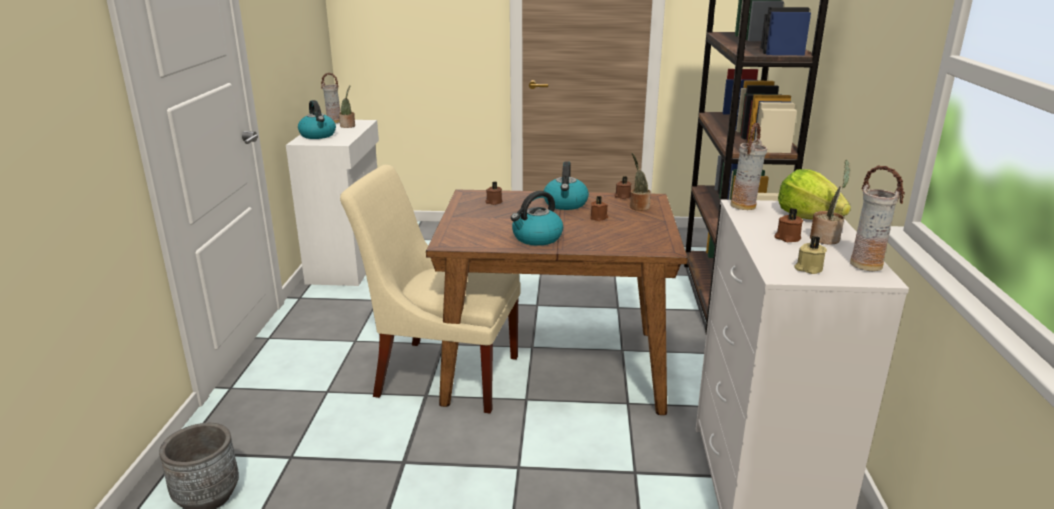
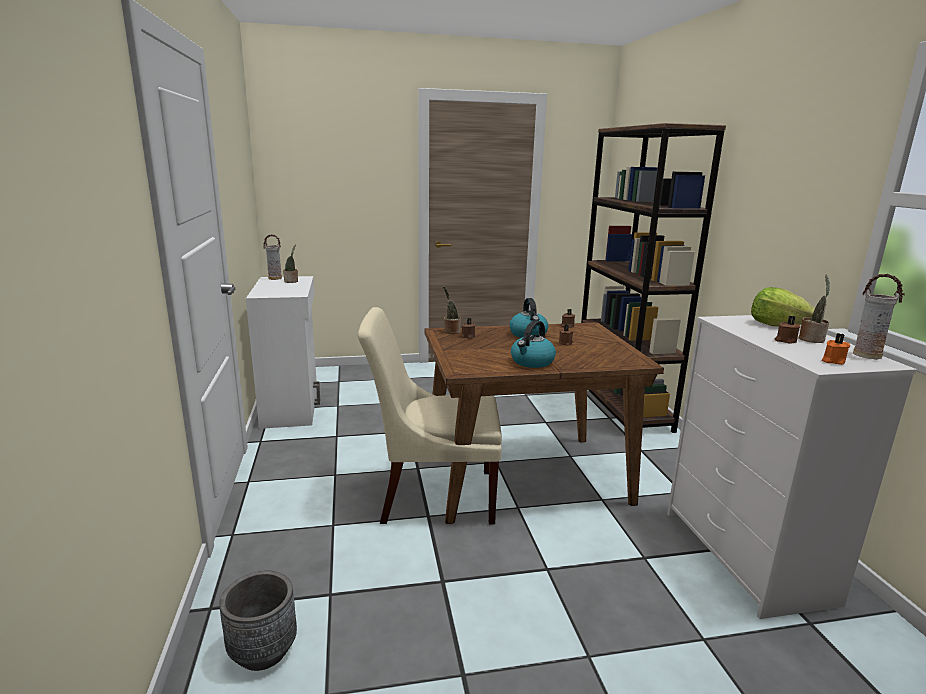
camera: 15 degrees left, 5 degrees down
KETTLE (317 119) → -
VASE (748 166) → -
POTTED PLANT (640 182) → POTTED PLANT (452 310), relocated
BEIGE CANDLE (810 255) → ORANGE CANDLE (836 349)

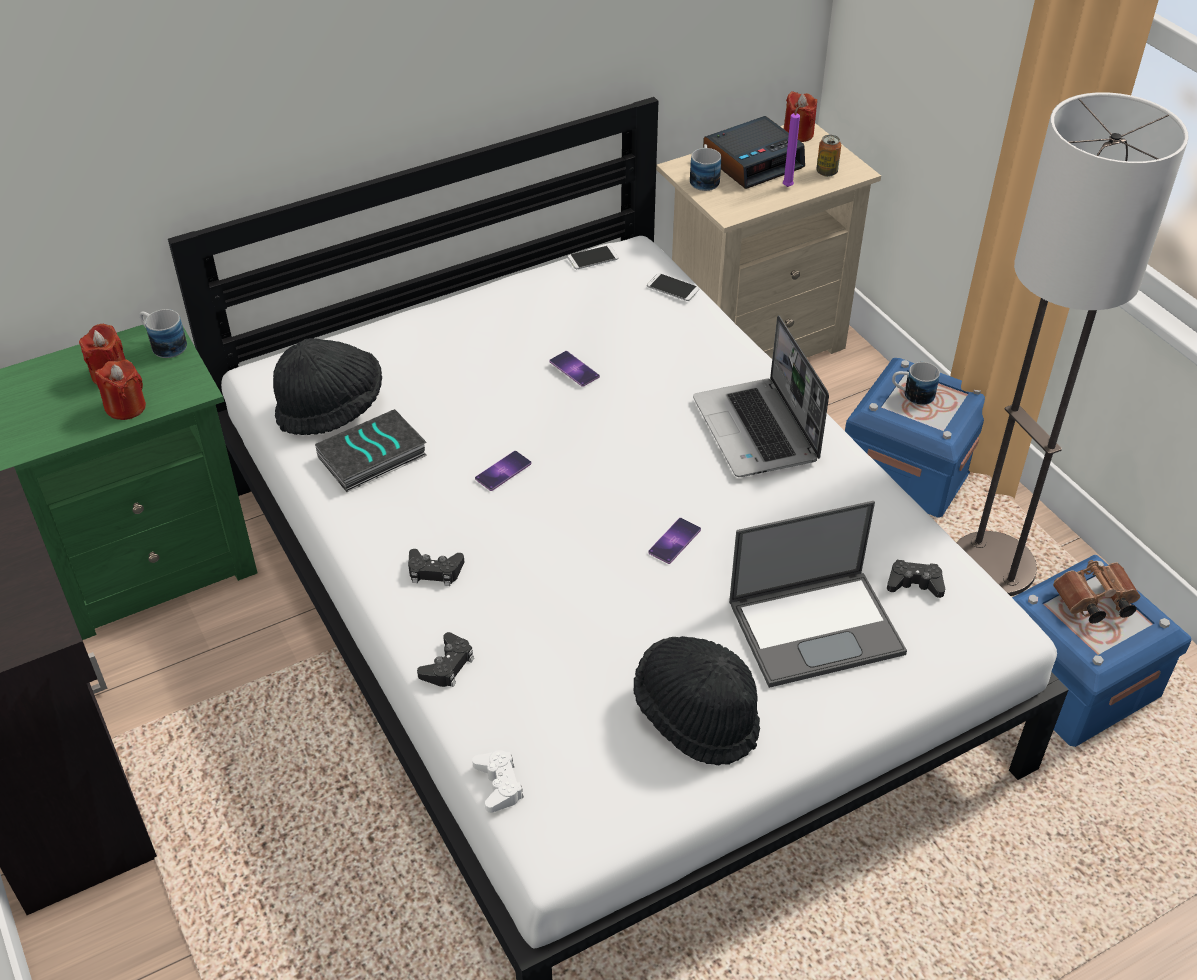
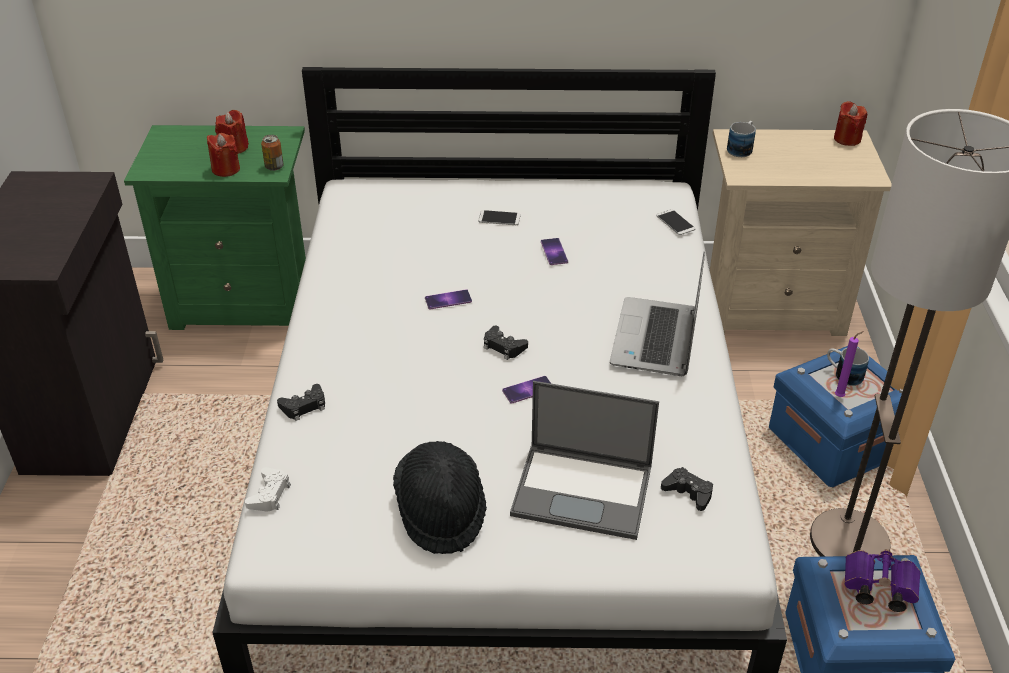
camera: 30 degrees right, 5 degrees down
PURPLE CANDLE (792 145) → PURPLE CANDLE (849 364), relocated
ALARM CLOCK (754 152) → -
CAN (828 156) → CAN (272 153), relocated
PHONE (593 257) → PHONE (499 217), relocated
MUG (163 333) → -
BLACK HAT (327 386) → -
BOOK (371 450) → -
BLACK GAME CONTROLLER (436 567) → BLACK GAME CONTROLLER (506 343), relocated
BROWN BINOCULARS (1096 591) → PURPLE BINOCULARS (882 580)

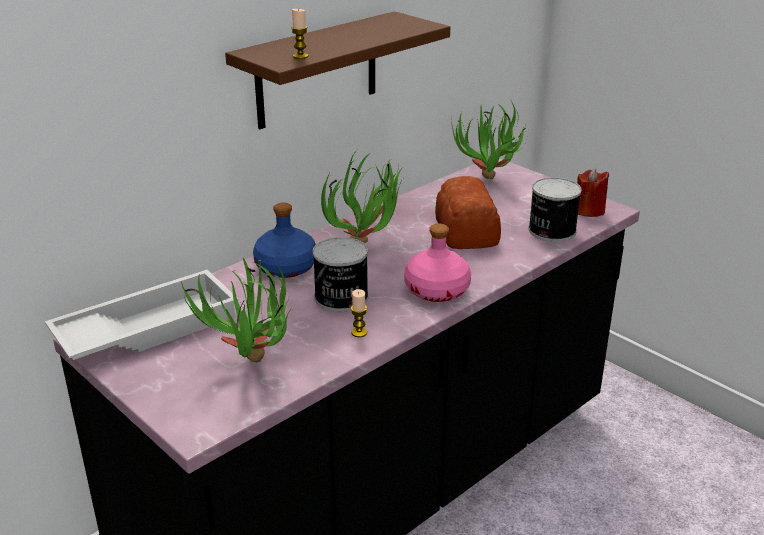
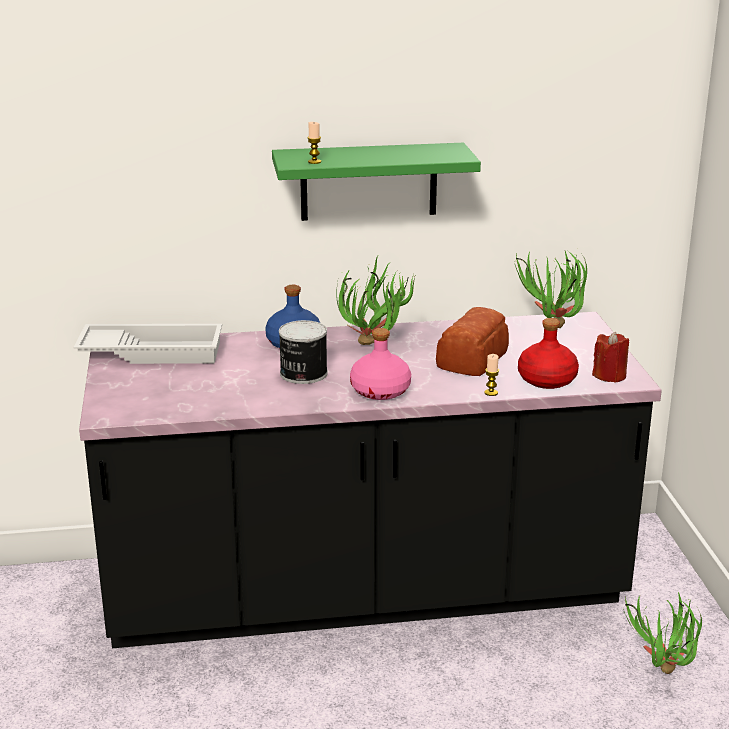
camera: 35 degrees right, 5 degrees down
BROWN SHELF (337 70) → GREEN SHELF (376 182)
CAN (555 209) → RED BOTTLE (548 353)
POTTED PLANT (237 309) → POTTED PLANT (662 633), relocated
CANDLE (359 313) → CANDLE (491 375), relocated

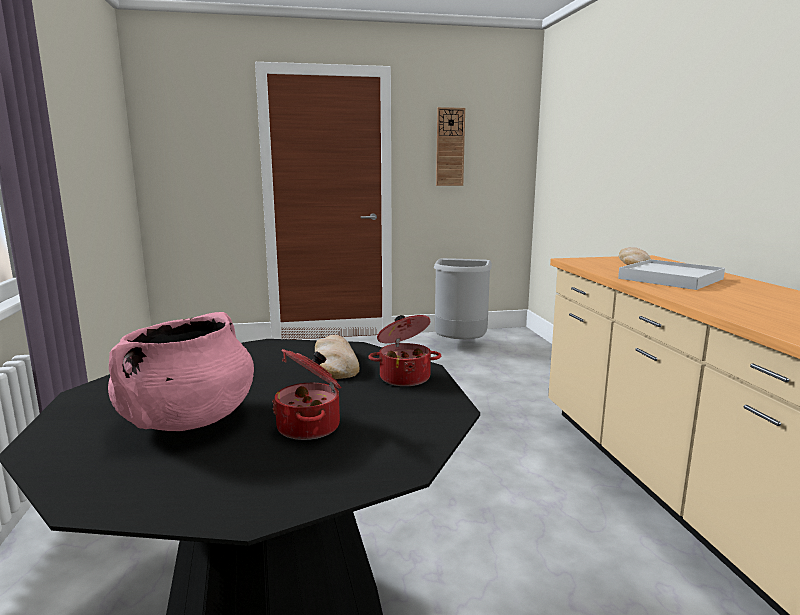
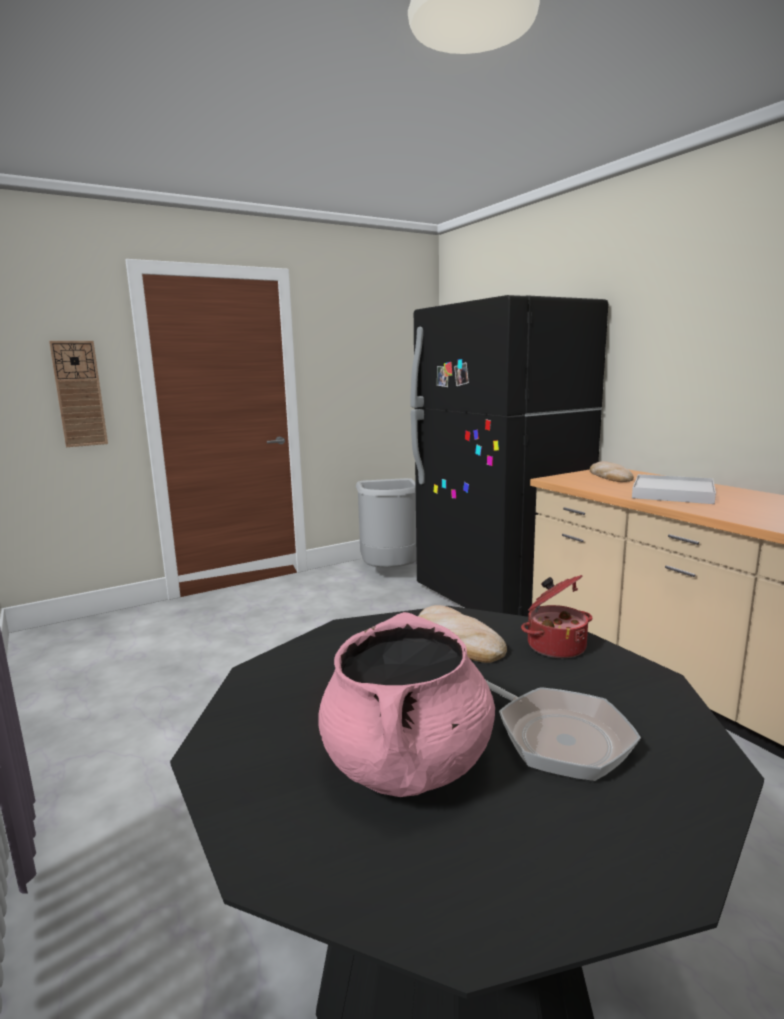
camera: 20 degrees left, 0 degrees up
WALL CLOCK (450 146) → WALL CLOCK (78 394), relocated
COOKING POT (306 394) → FRYING PAN (563 730)
- → BLACK FRIDGE (509 456)

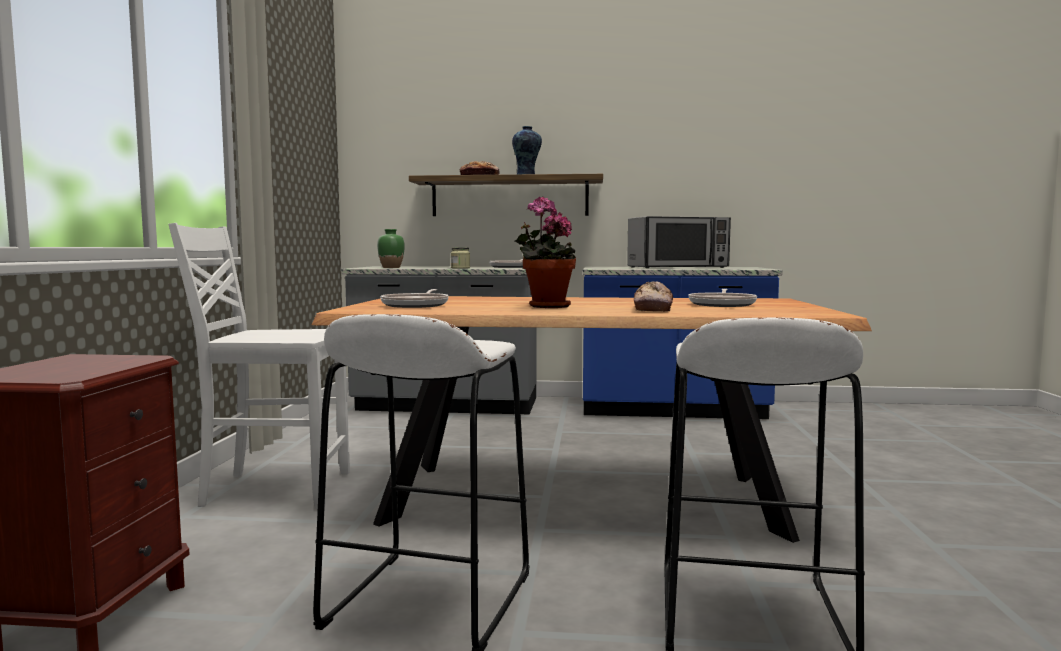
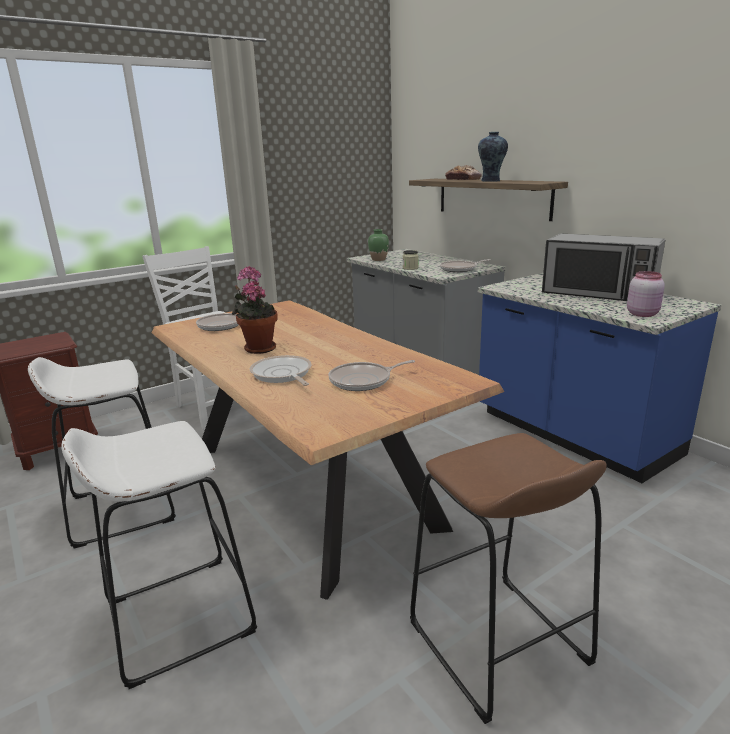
camera: 50 degrees right, 15 degrees up
BREAD (653 296) → FRYING PAN (280 370)
- → PINK JAR (646 294)
- → BROWN STOOL (508 578)

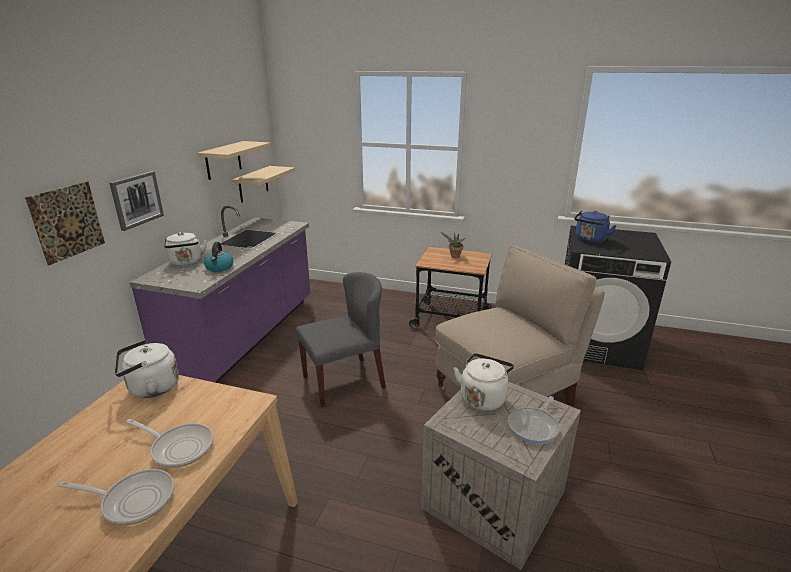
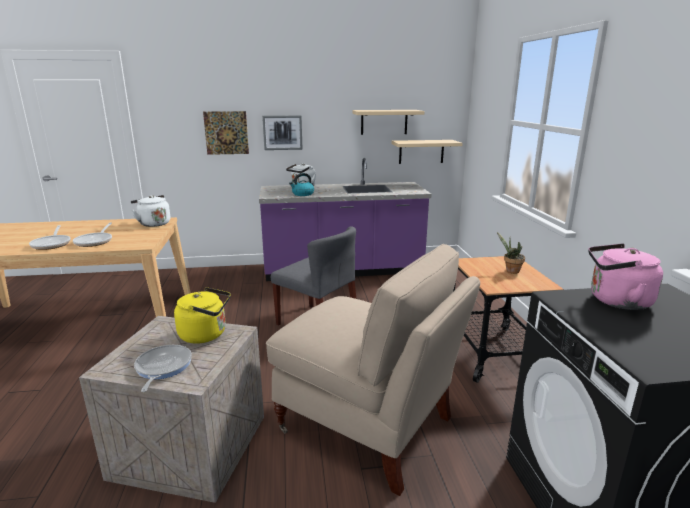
camera: 65 degrees right, 5 degrees down
BLUE KETTLE (595 227) → PINK KETTLE (626 276)
WHITE KETTLE (484 382) → YELLOW KETTLE (202 315)
FRYING PAN (533 420) → FRYING PAN (163 368), 75 degrees clockwise

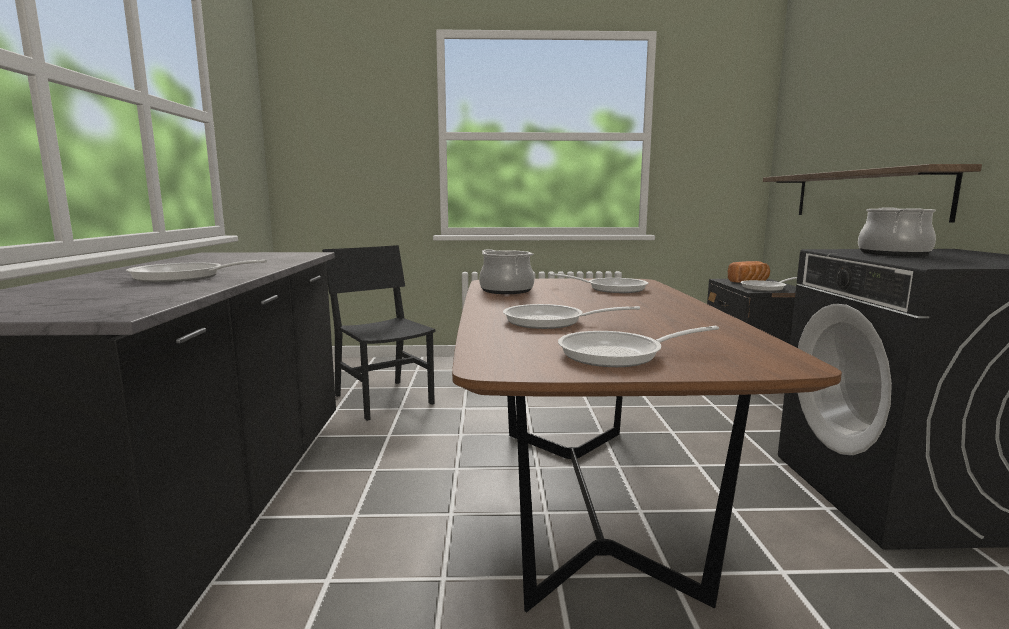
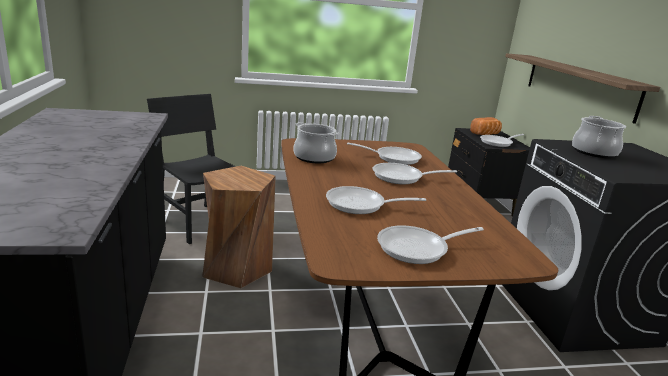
camera: 10 degrees left, 10 degrees up
FRYING PAN (196 271) → FRYING PAN (415 173), relocated
- → BROWN STOOL (239 227)

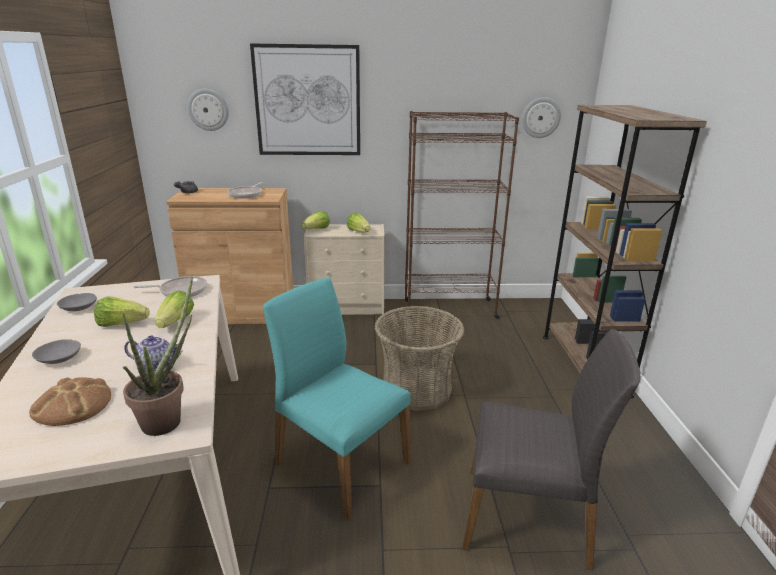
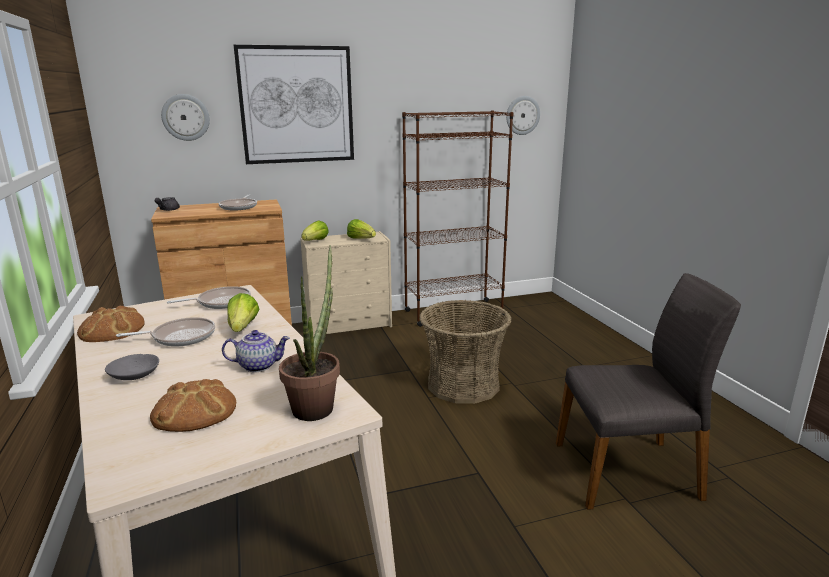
camera: 15 degrees left, 5 degrees down
BROWN BOOKCASE (625 251) → -
TURQUOISE CHAIR (337 399) → -
GREY BOWL (77 302) → BREAD (110 323)
LETTUCE (122 311) → FRYING PAN (165 332)

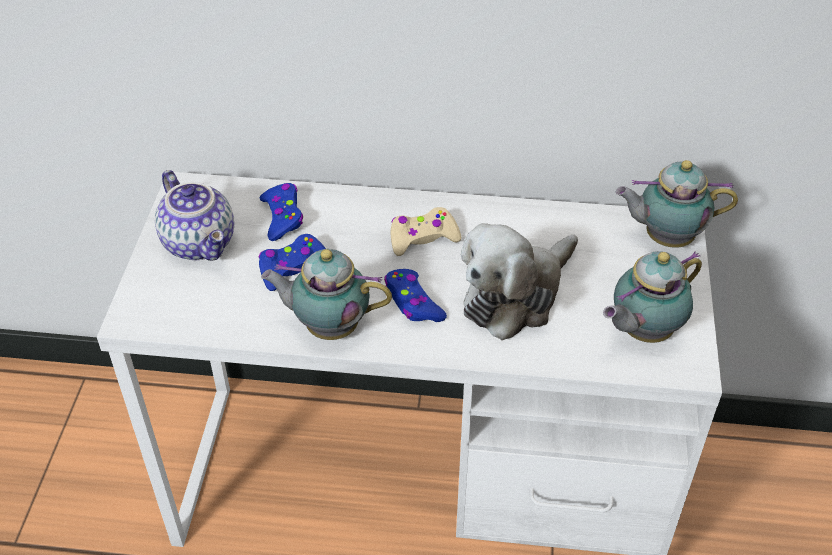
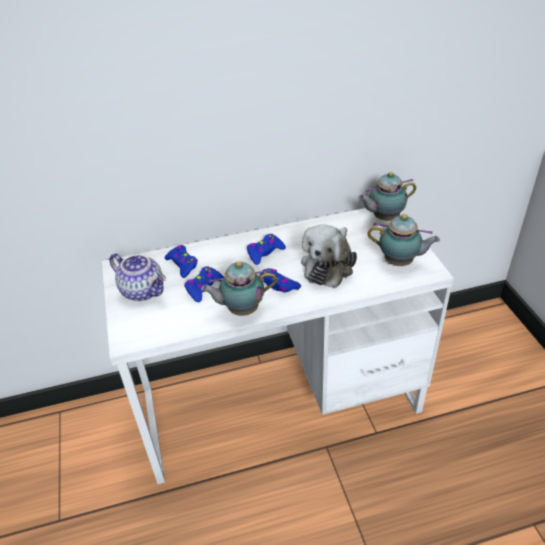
camera: 20 degrees left, 5 degrees down
BEIGE GAME CONTROLLER (426 231) → BLUE GAME CONTROLLER (266 249)
TEAPOT (652 297) → TEAPOT (404 240), 105 degrees counterclockwise

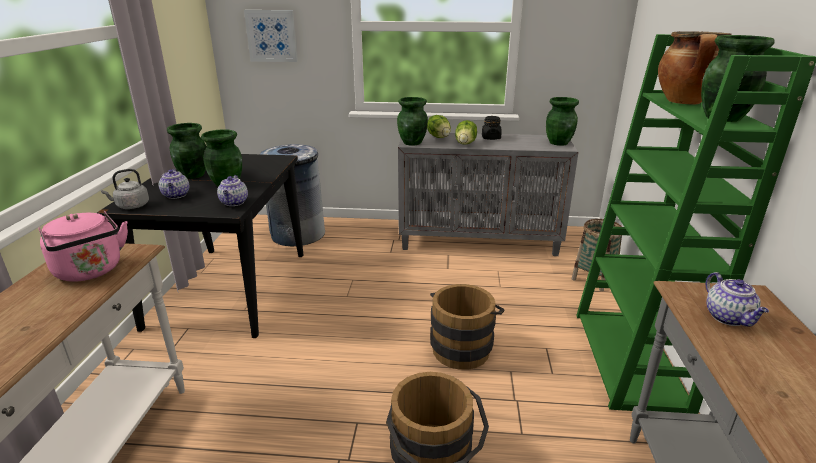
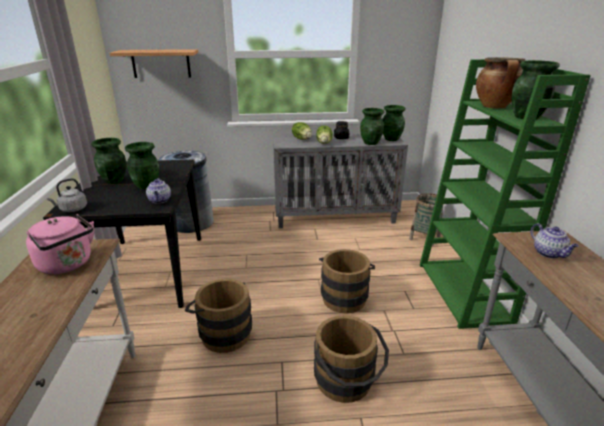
camera: 10 degrees left, 0 degrees up
PICTURE (271 36) → SHELF (153 63)
GREEN VASE (412 121) → GREEN VASE (372 126), relocated
TEAPOT (174 184) → -
- → BROWN BUCKET (218 316)

